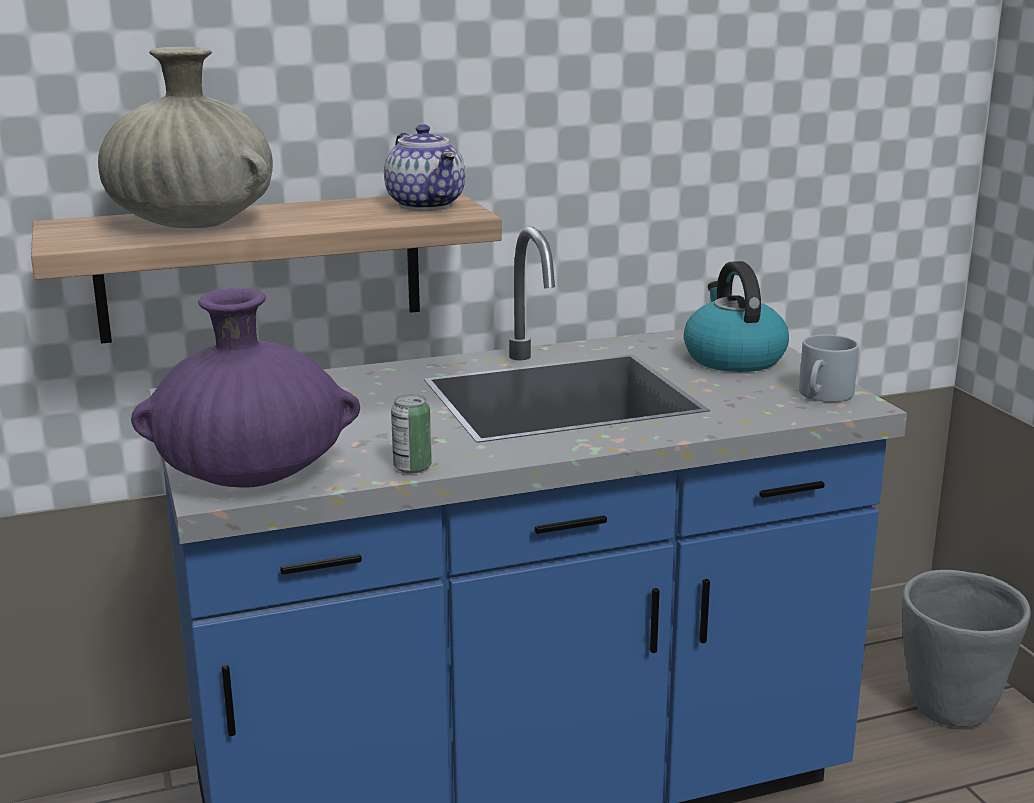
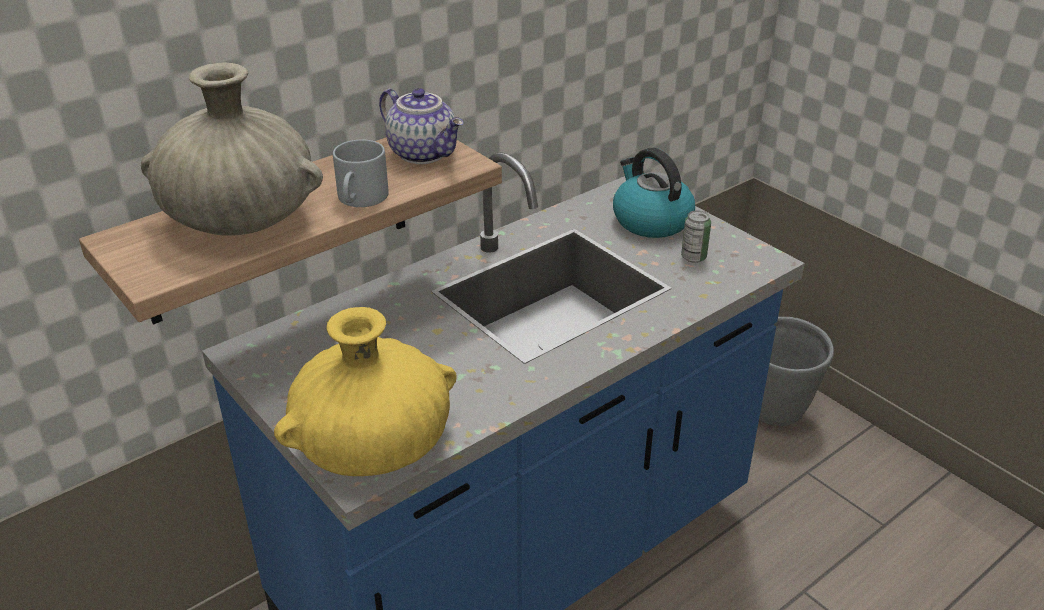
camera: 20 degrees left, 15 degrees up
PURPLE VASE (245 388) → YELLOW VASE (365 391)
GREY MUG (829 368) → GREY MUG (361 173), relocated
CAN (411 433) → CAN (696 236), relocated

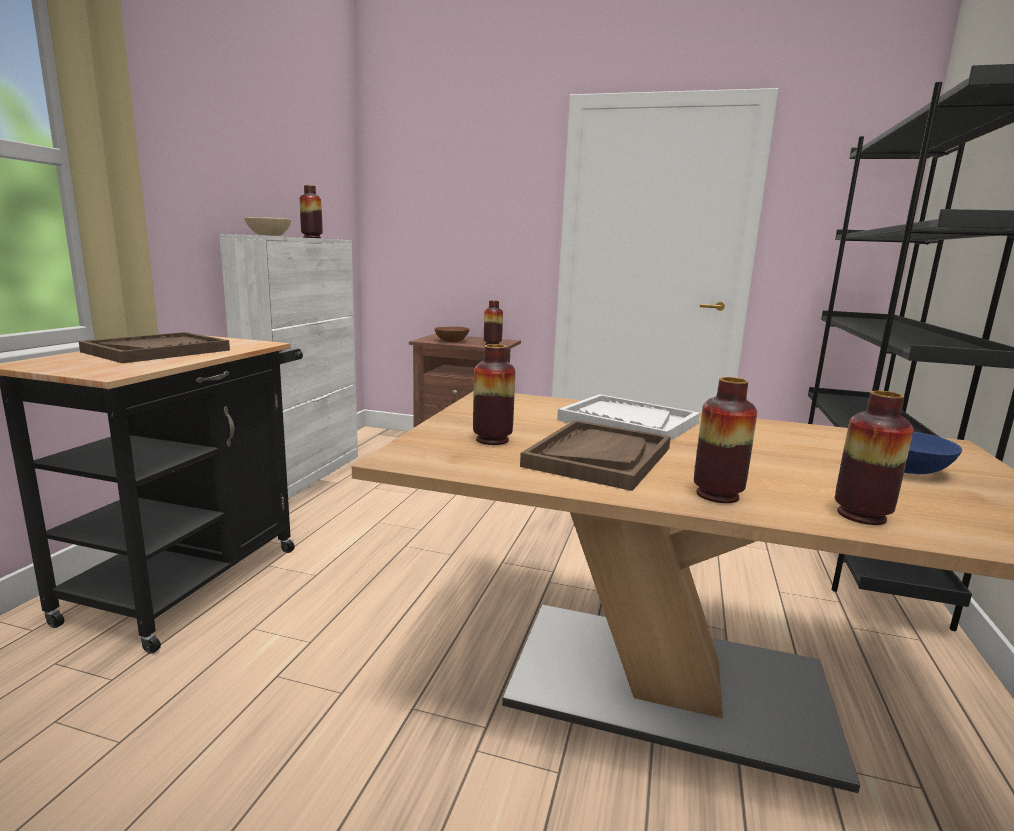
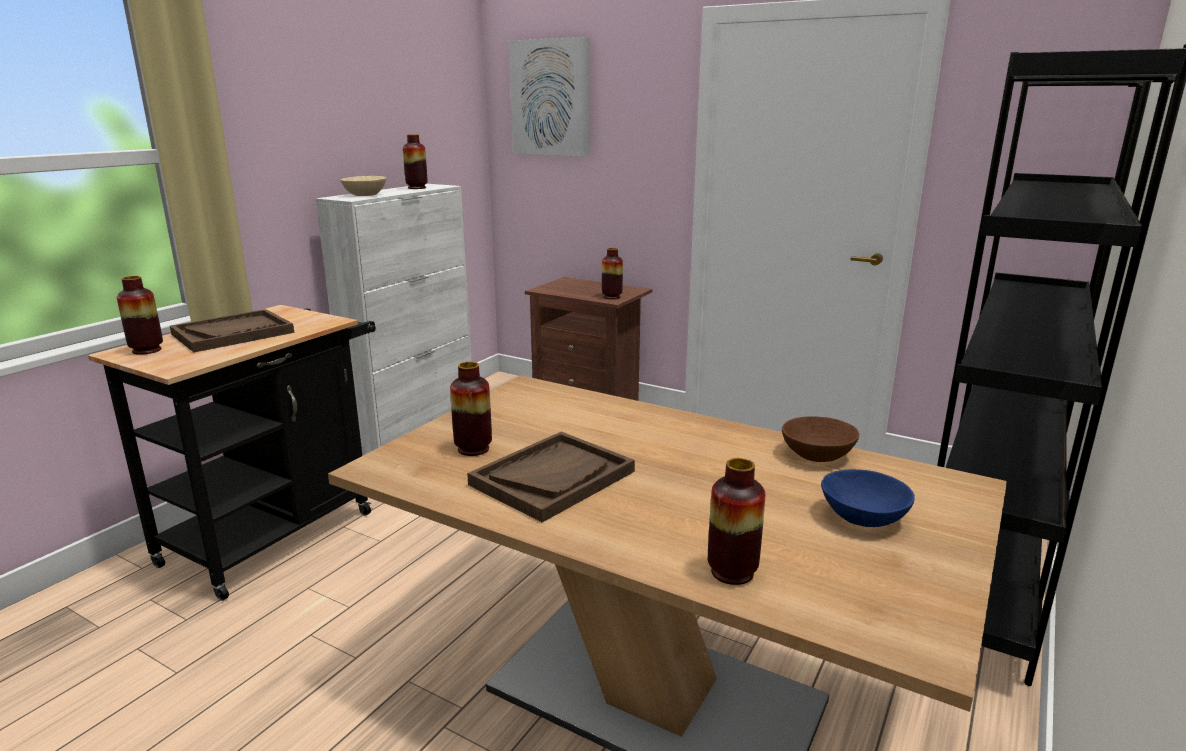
camera: 15 degrees right, 5 degrees up
BROWN BOWL (452 334) → BROWN BOWL (821 439), relocated
VASE (725 440) → VASE (140 315), relocated
WHITE TRAY (628 417) → -
- → PICTURE (549 97)

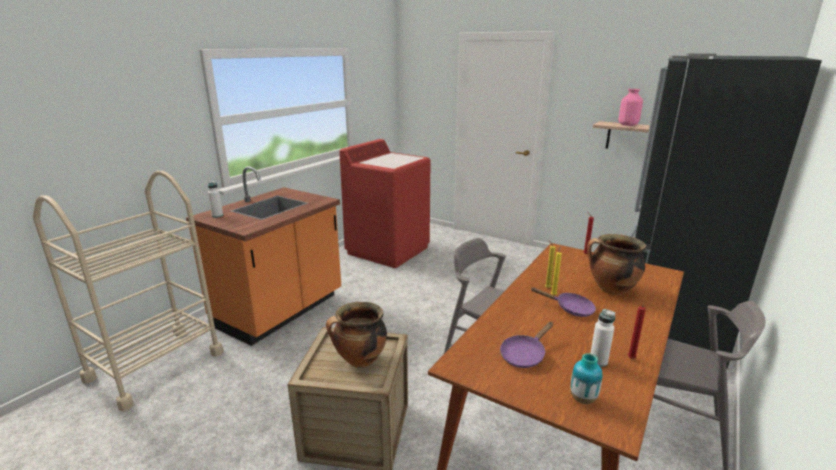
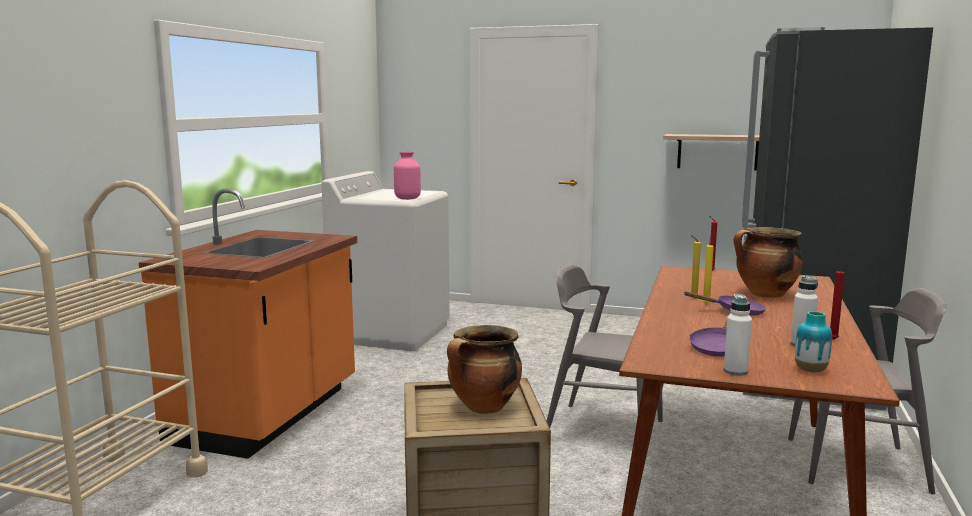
camera: 15 degrees left, 10 degrees down
PINK VASE (630 107) → PINK VASE (407 175), relocated
RED WASHING MACHINE (385 203) → WHITE WASHING MACHINE (386 261)
WHITE BOTTLE (215 199) → WHITE BOTTLE (738 335), relocated

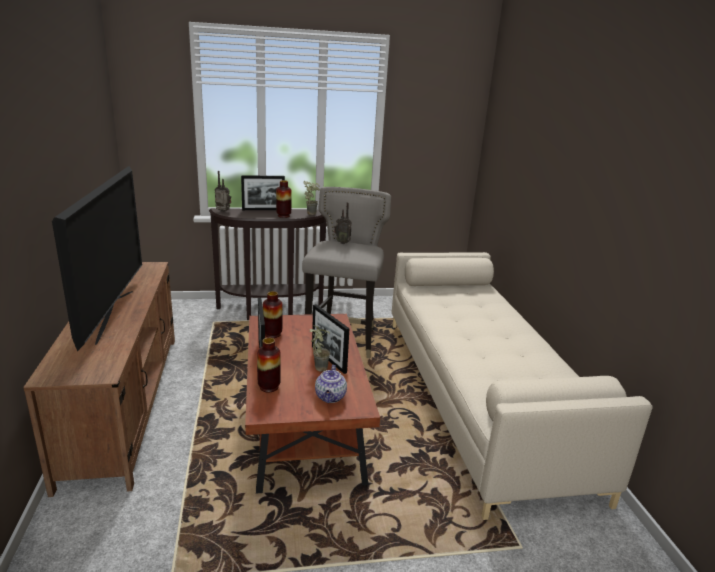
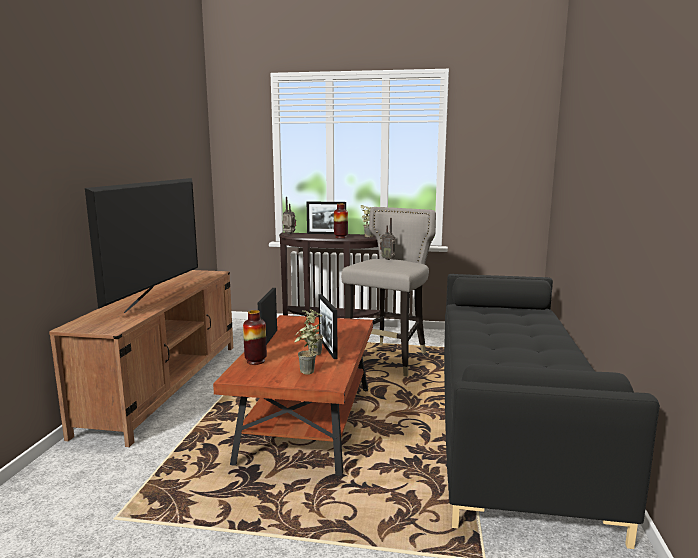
camera: 20 degrees right, 10 degrees down
BEIGE SOFA (522 386) → BLACK SOFA (552 411)
VASE (272 314) → -
TEAPOT (331 384) → POTTED PLANT (307 348)

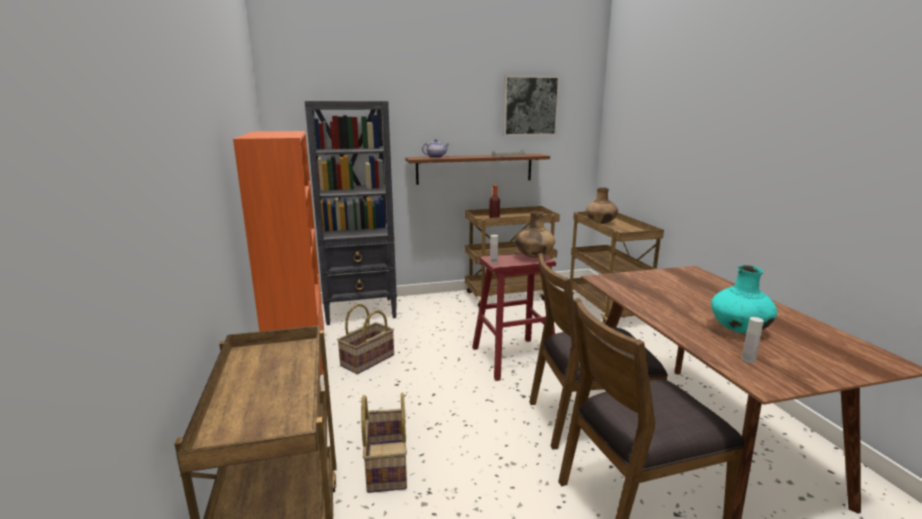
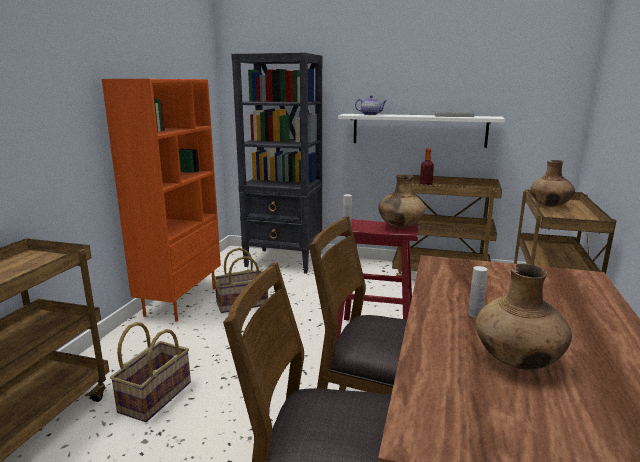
camera: 30 degrees right, 0 degrees up
PICTURE (531 105) → -
BROWN SHELF (477 169) → WHITE SHELF (421 131)
TURQUOISE VASE (744 299) → BROWN VASE (523 317)
WHITE BOTTLE (753 340) → WHITE BOTTLE (478 292), relocated

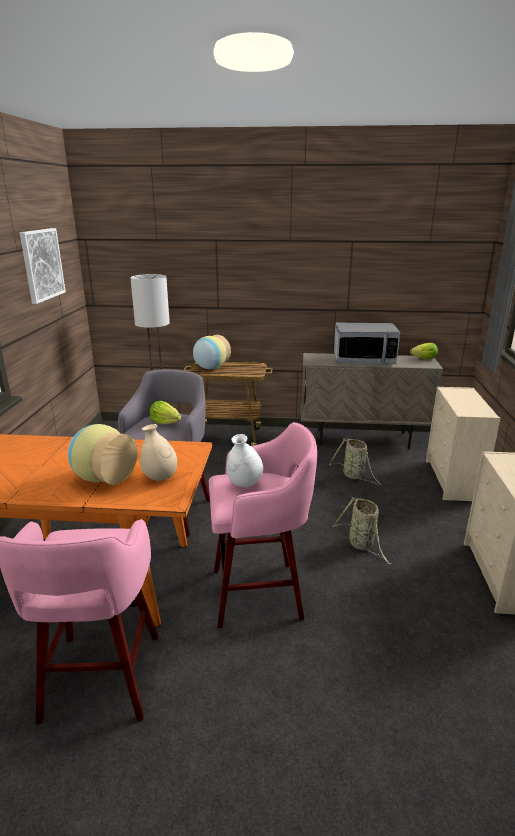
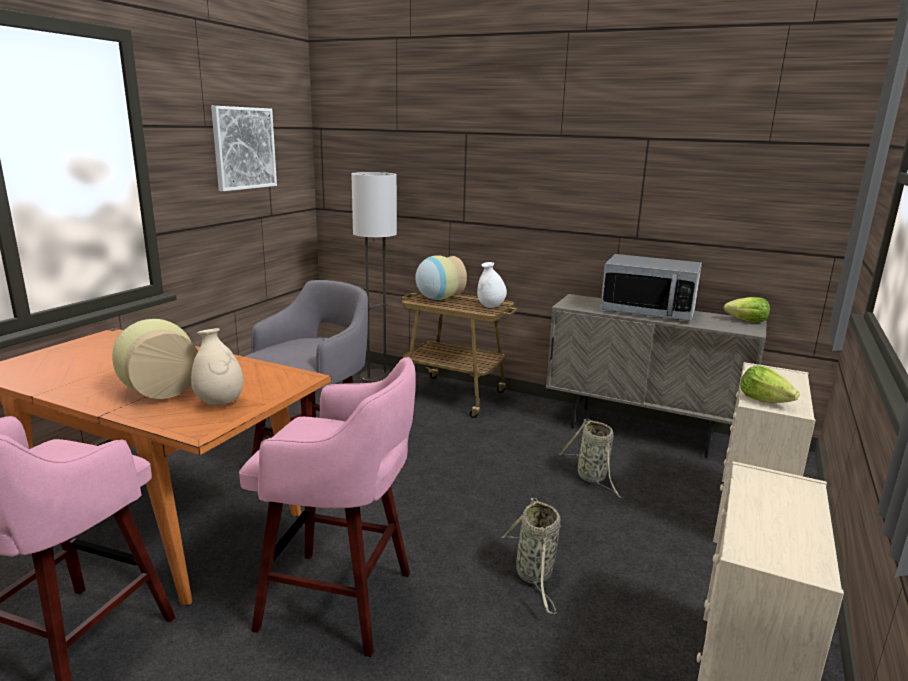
camera: 20 degrees right, 5 degrees down
LETTUCE (165 412) → LETTUCE (770 384), relocated
WHITE VASE (245 461) → WHITE VASE (492 285), relocated

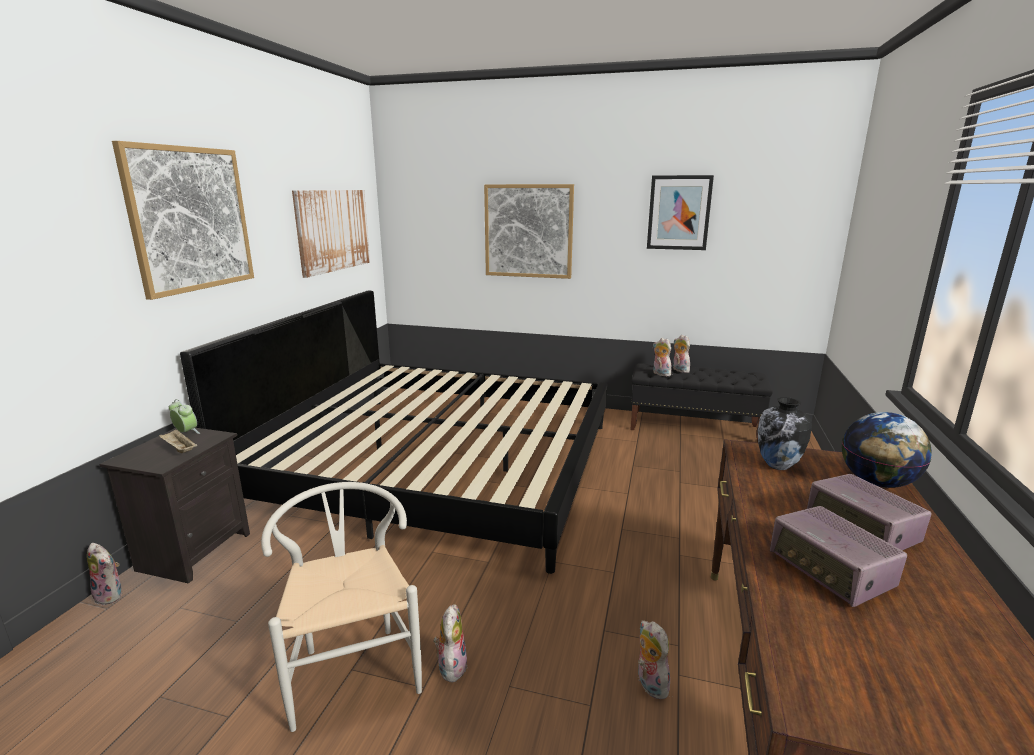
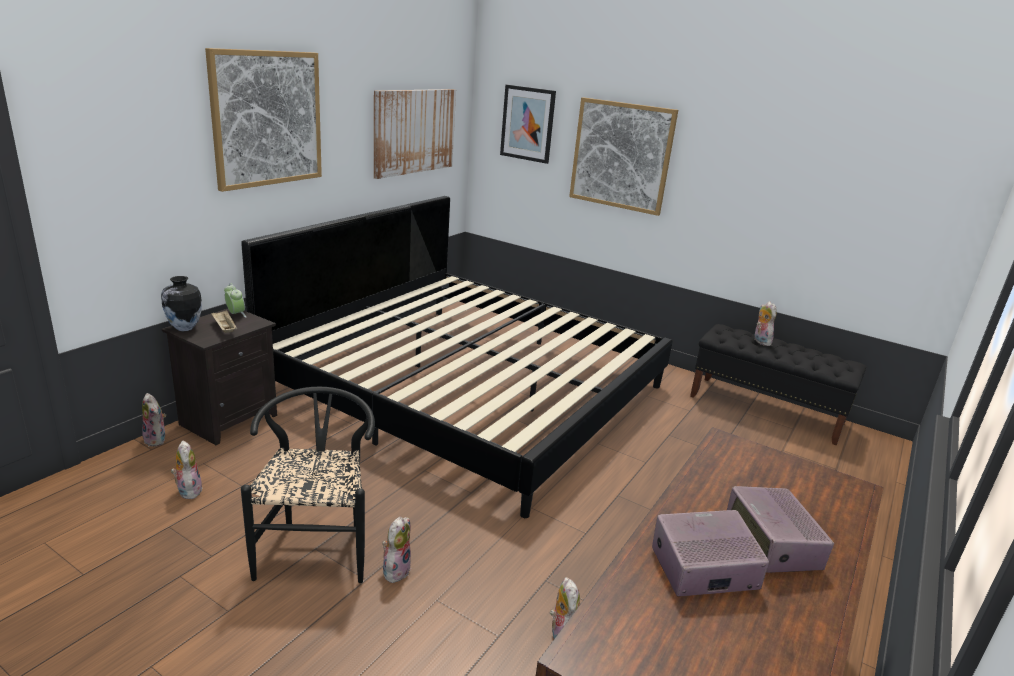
camera: 15 degrees right, 5 degrees up
PICTURE (680 212) → PICTURE (528 124), relocated
PLUSH TOY (662 357) → PLUSH TOY (187 469), relocated
VASE (784 433) → VASE (181 303), relocated
GLOBE (887 450) → -
WHITE CHAIR (341 607) → BLACK CHAIR (308 485)
RADIO (838 556) → RADIO (710 553), 90 degrees clockwise

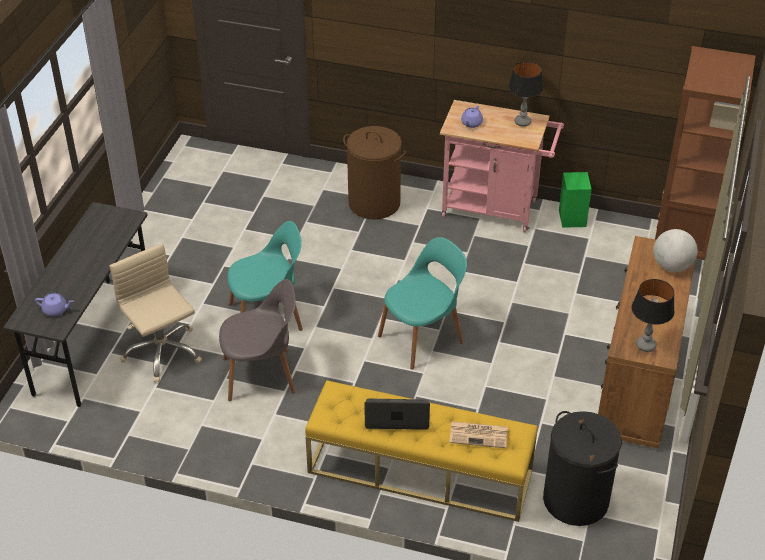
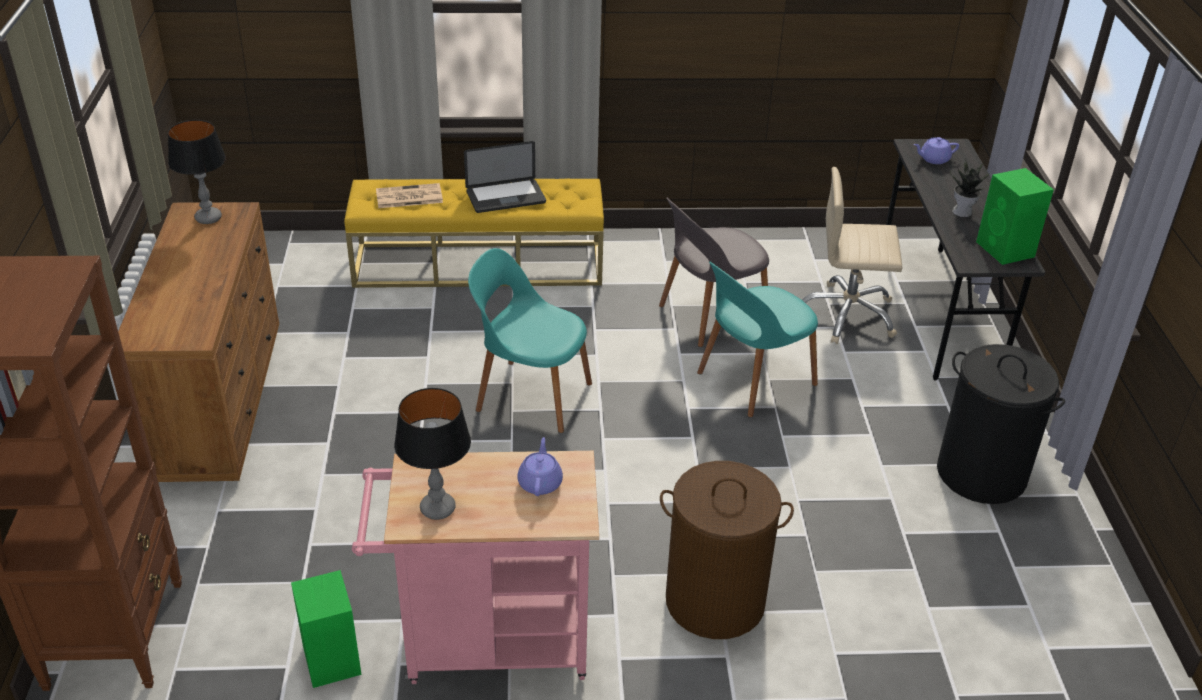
camera: 160 degrees right, 5 degrees down
GLOBE (675 250) → -
TURQUOISE CHAIR (422 303) → TURQUOISE CHAIR (530 340), 75 degrees clockwise
BEIGE OFFICE CHAIR (155 312) → BEIGE OFFICE CHAIR (852 255), 150 degrees clockwise
BLACK LAUNDRY BASKET (582 468) → BLACK LAUNDRY BASKET (1001 424), relocated
- → POTTED PLANT (969 187)
- → GREEN SPEAKER (1015 216)

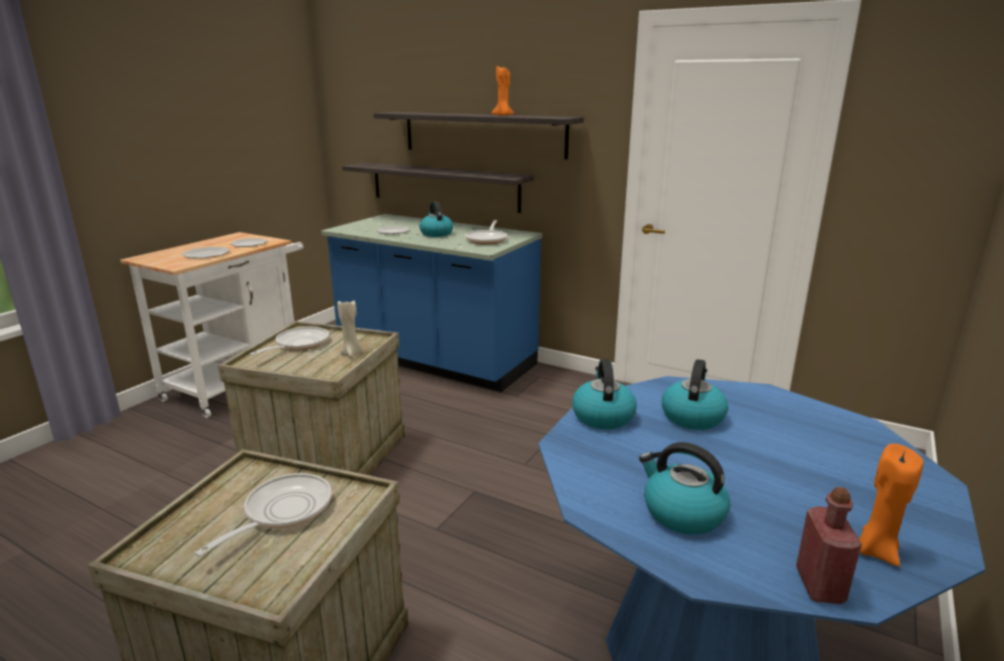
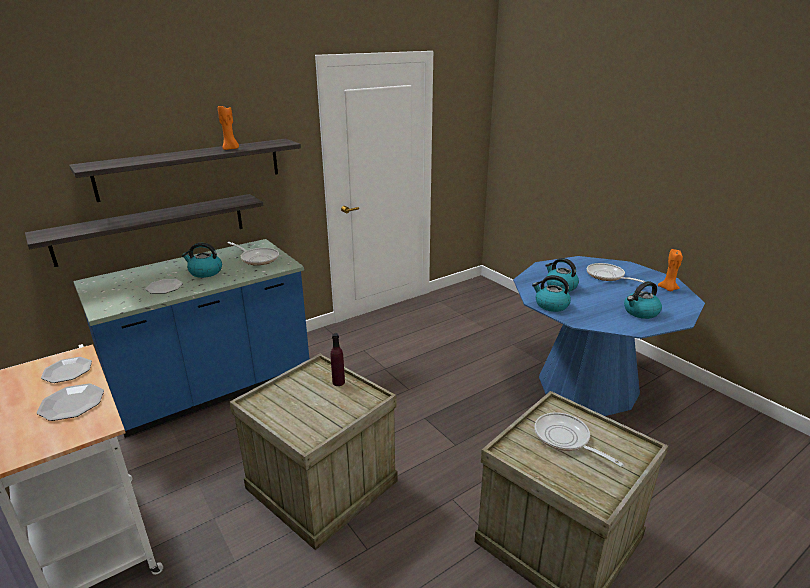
camera: 65 degrees left, 5 degrees up
BEIGE CANDLE (350 328) → PURPLE BOTTLE (337 359)
FRYING PAN (289 341) → FRYING PAN (616 273), relocated
RED BOTTLE (829 545) → -

